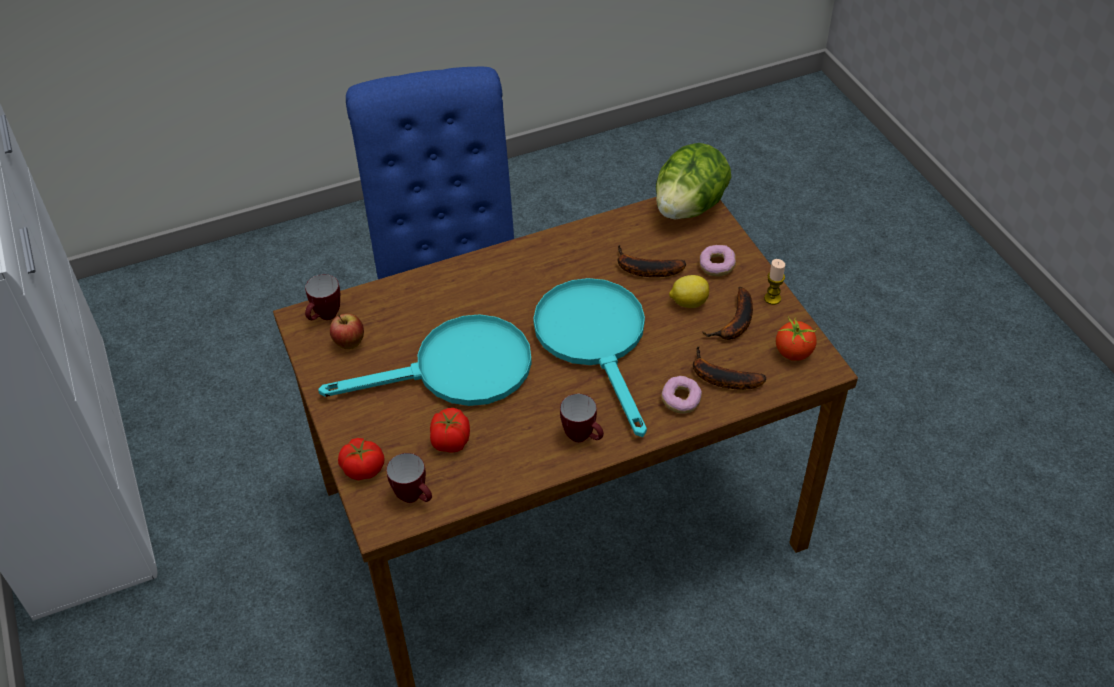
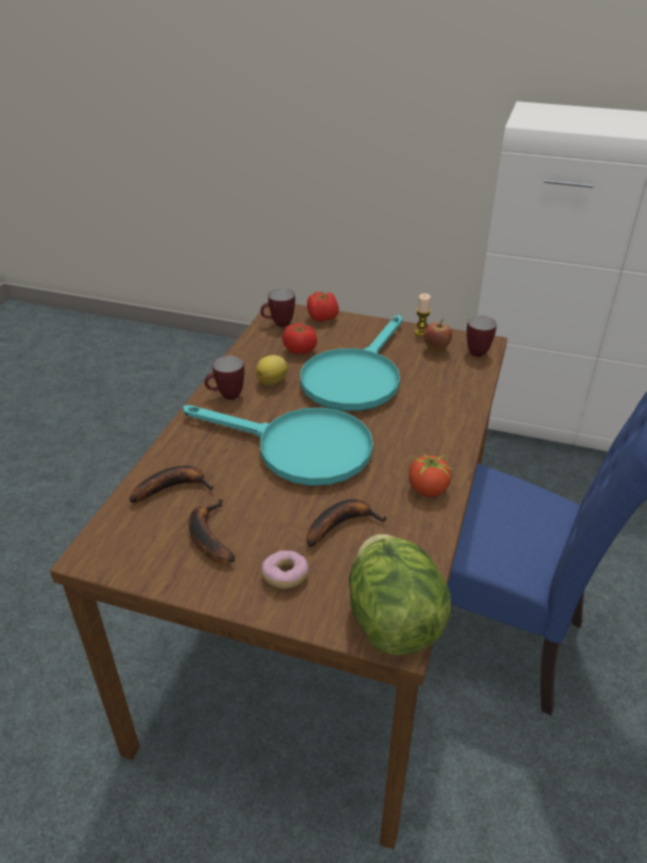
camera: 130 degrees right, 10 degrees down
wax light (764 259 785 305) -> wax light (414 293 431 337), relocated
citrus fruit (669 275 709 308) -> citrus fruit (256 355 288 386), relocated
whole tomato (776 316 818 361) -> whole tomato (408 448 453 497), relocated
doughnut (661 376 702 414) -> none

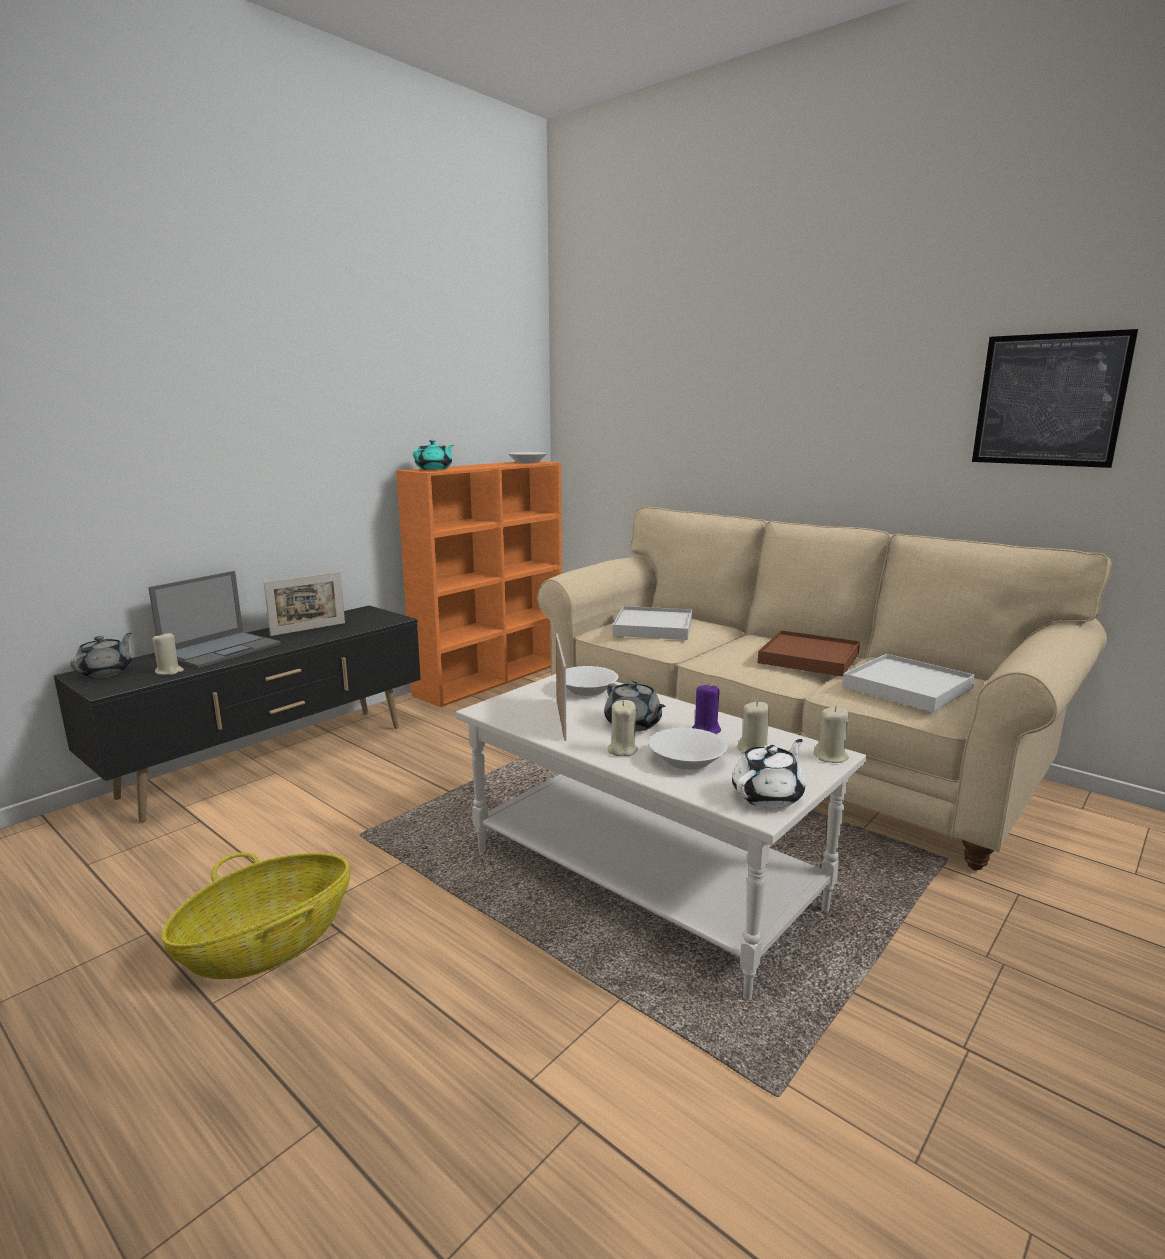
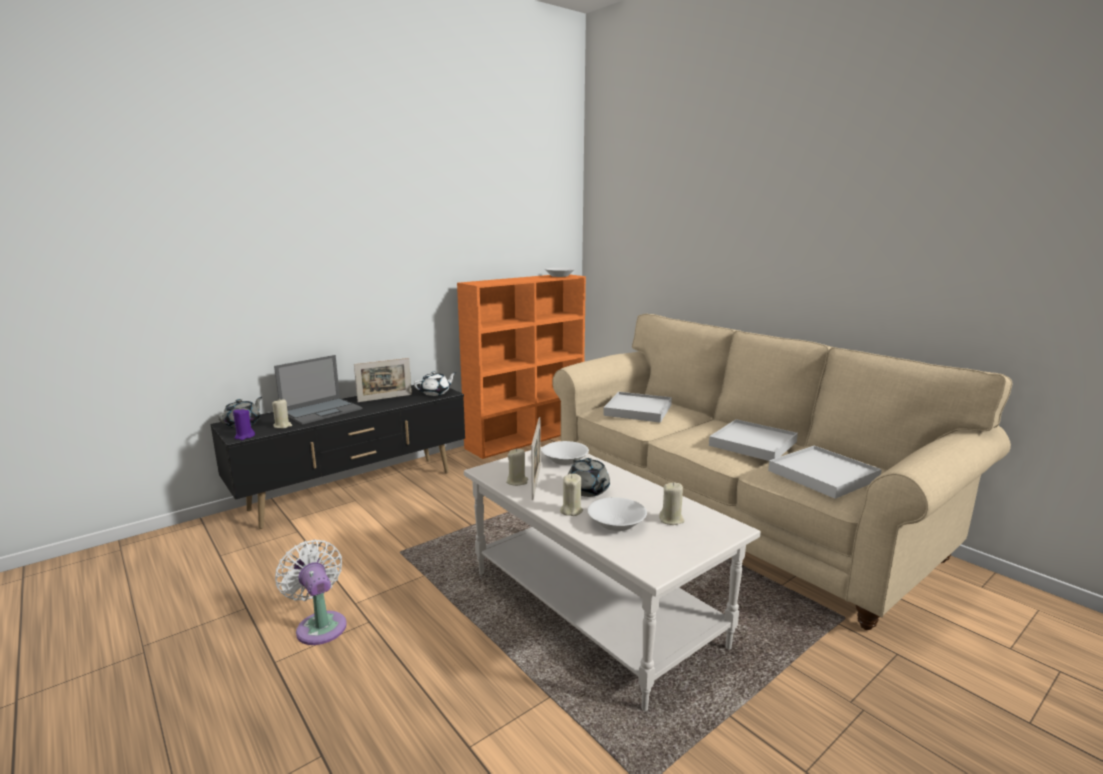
camera: 10 degrees right, 0 degrees up
wall art (972 329 1138 468) -> none
pot for tea/blue-green (413 440 454 470) -> none
carrying tray/brown (758 630 860 677) -> carrying tray/white (709 419 798 461)
wax light/purplish (692 683 721 735) -> wax light/purplish (233 408 255 440), relocated
wax light/sand-coloured (814 706 849 763) -> wax light/sand-coloured (506 448 528 486), relocated
pot for tea/white (732 739 805 809) -> pot for tea/white (414 371 456 396), relocated
household basket (161 852 350 979) -> cooling fan/white (275 539 347 645)

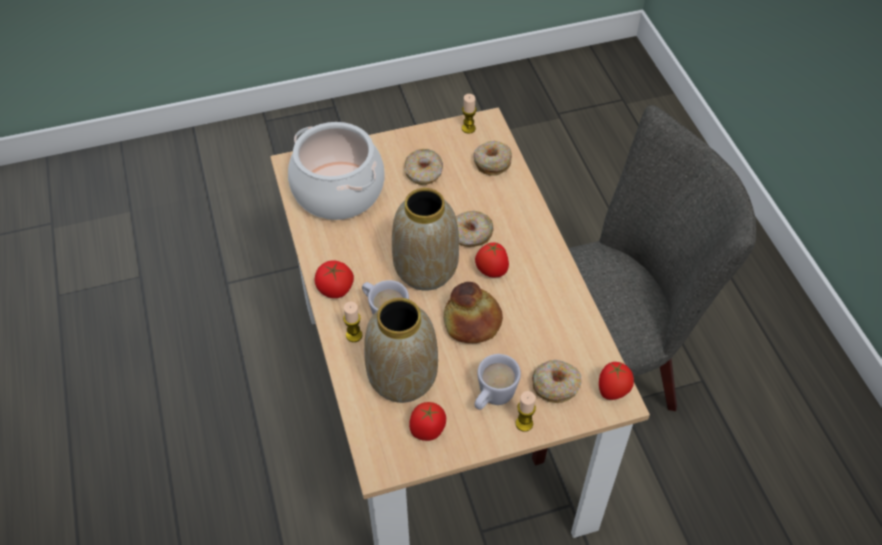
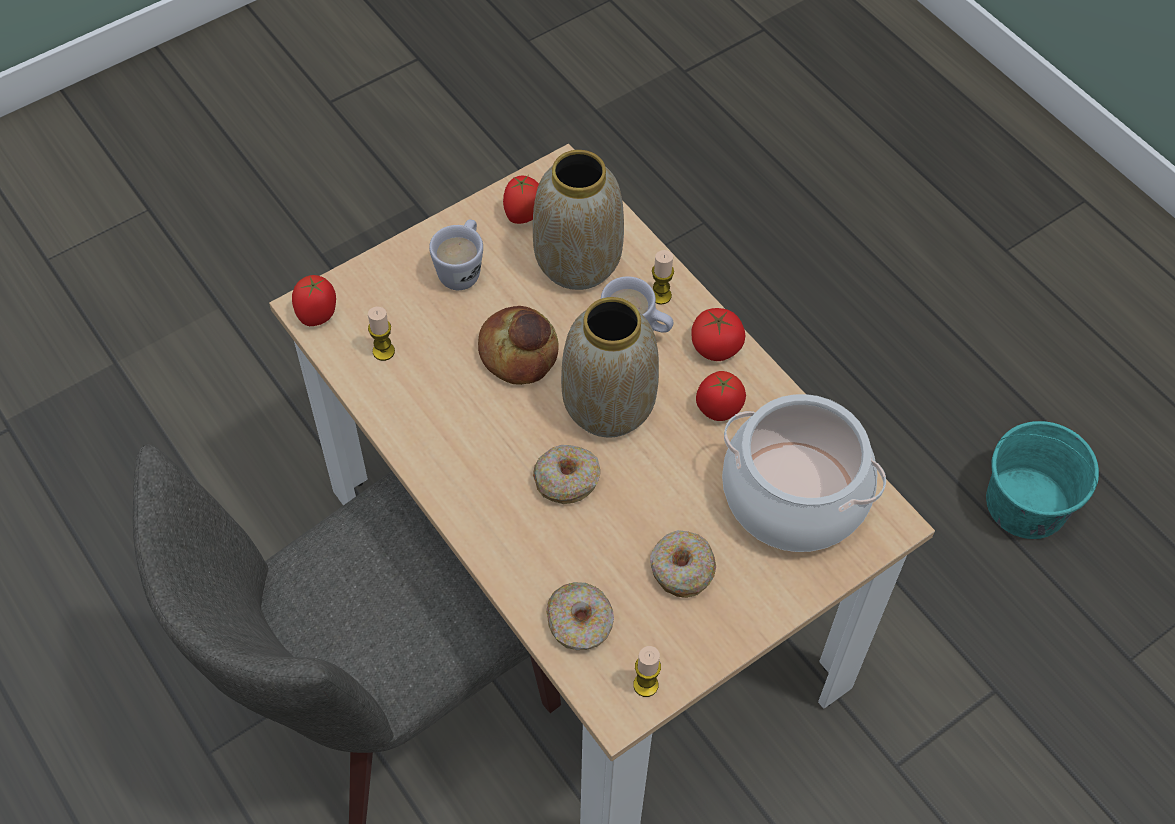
camera: 160 degrees right, 5 degrees up
whole tomato (475 242 509 278) -> whole tomato (696 371 746 421), relocated
doughnut (532 360 582 403) -> none
wax light (516 391 536 432) -> wax light (368 307 395 361), relocated
none -> water bucket/blue-green (986 421 1099 539)

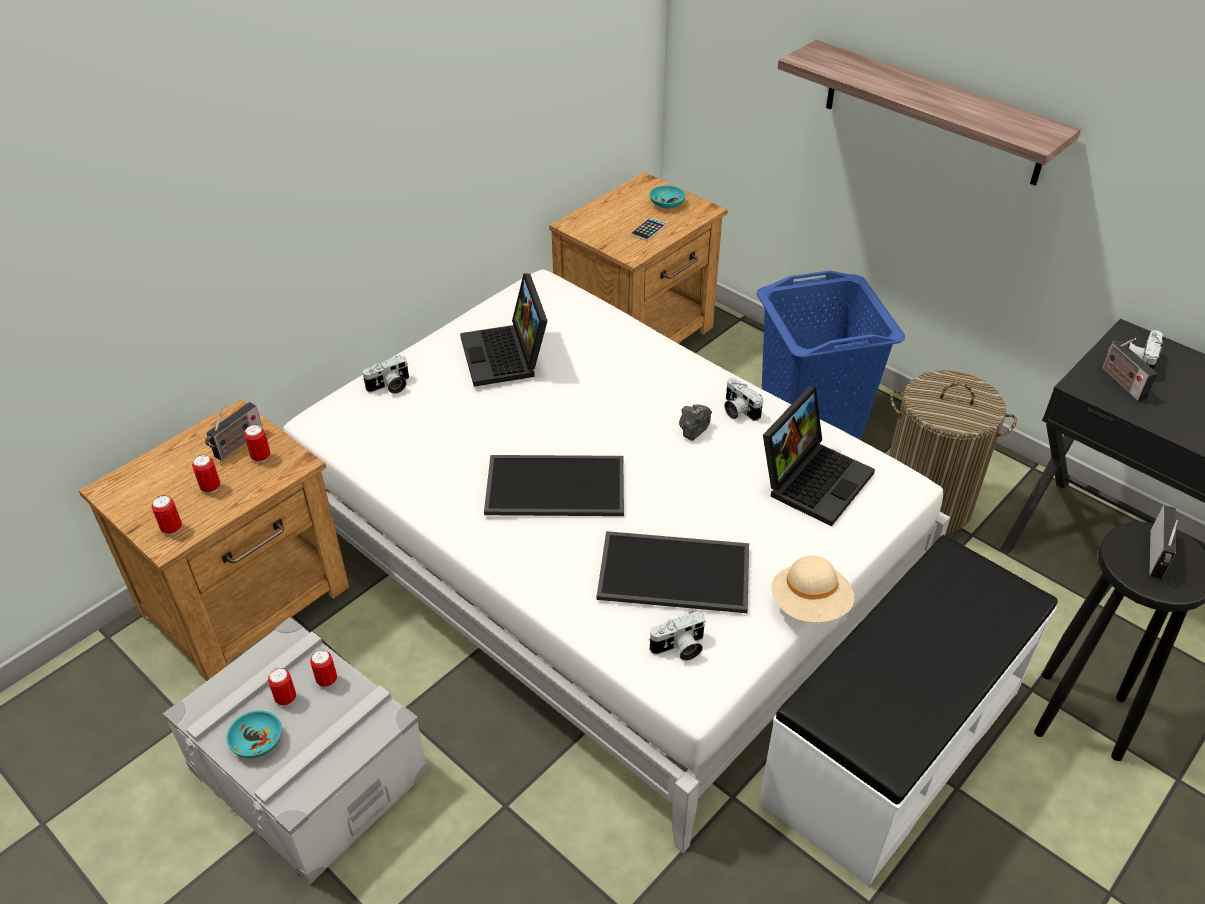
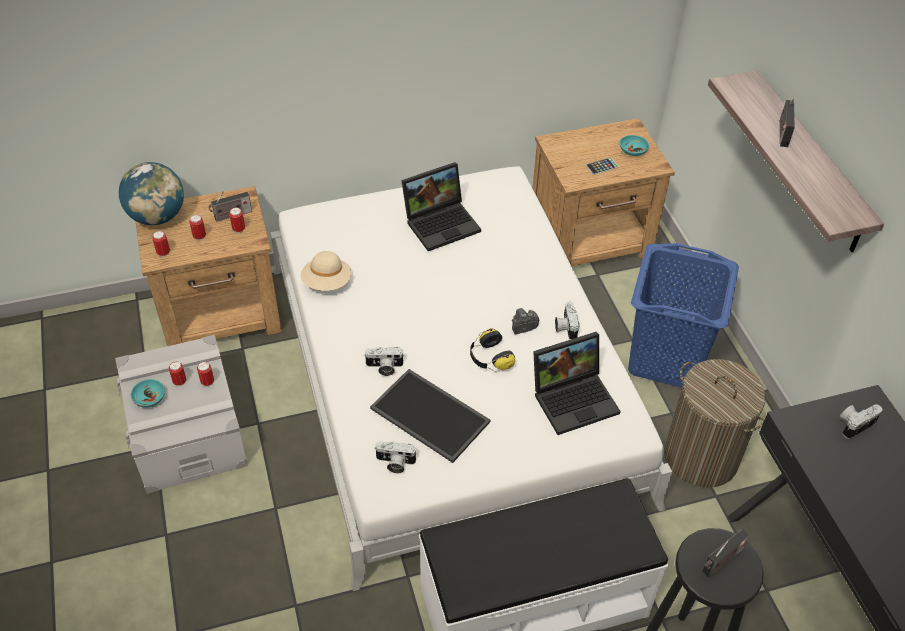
camera: 30 degrees right, 5 degrees up
laptop (460 273 547 387) -> laptop (401 162 481 251), 135 degrees counterclockwise
radio (1102 338 1158 401) -> radio (780 98 795 147), relocated
photo camera (362 355 409 394) -> photo camera (365 347 404 376), relocated
carrying tray (484 455 624 516) -> none
wearable hat/sand-coloured (771 556 854 623) -> wearable hat/sand-coloured (301 251 351 291), relocated
none -> world globe (119 162 184 225)
none -> headphones (470 328 515 372)

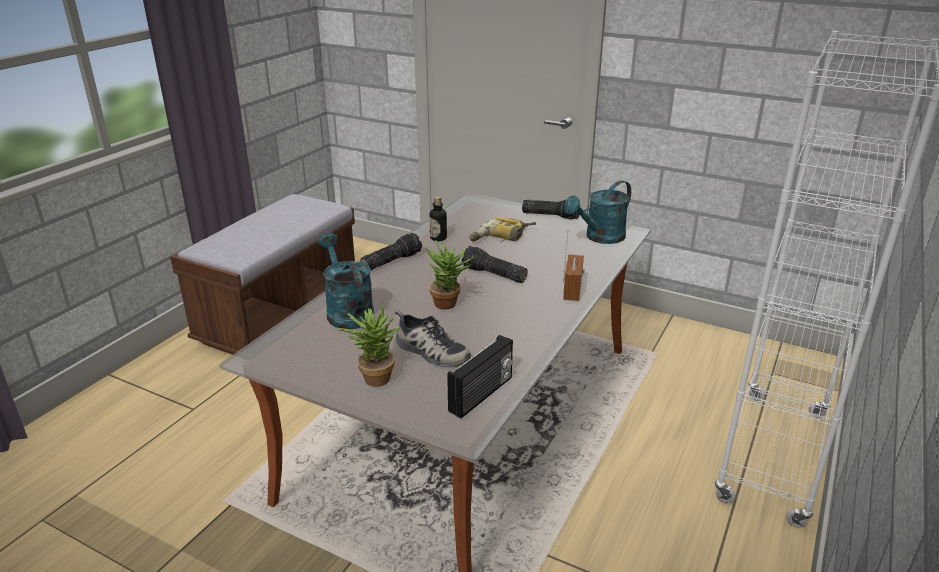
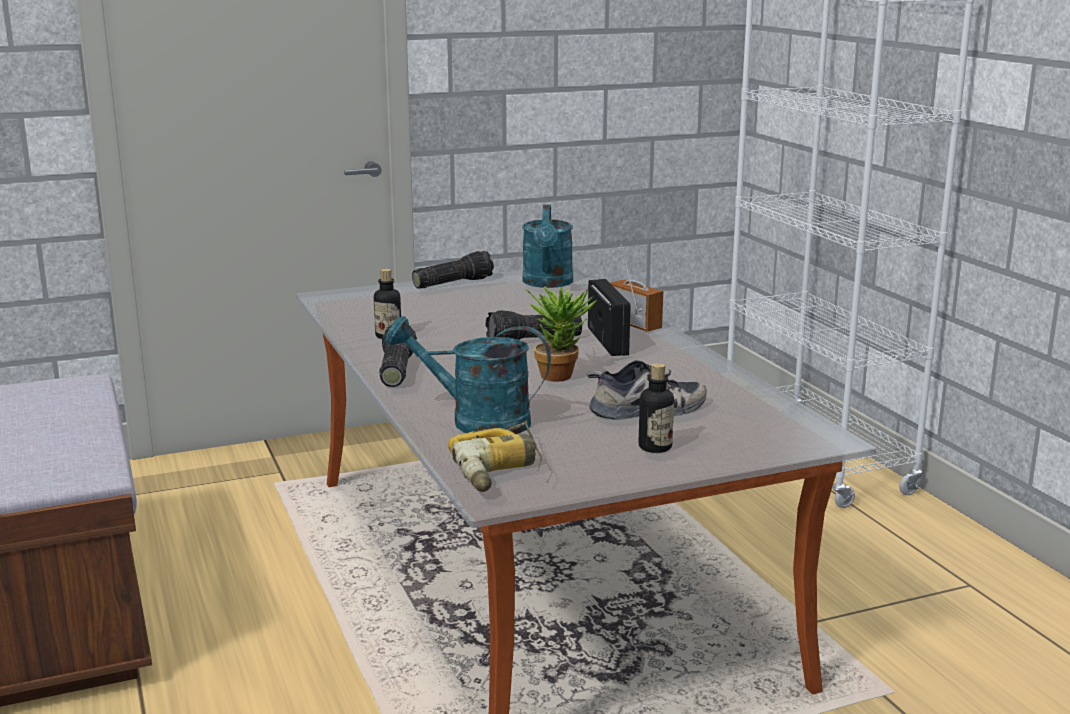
camera: 50 degrees left, 10 degrees down
electric drill (470 217 536 242) -> electric drill (448 421 542 492), relocated
plant in a pot (337 303 400 387) -> beverage bottle (639 363 674 453)
radio (447 335 513 418) -> radio (588 279 630 356), relocated

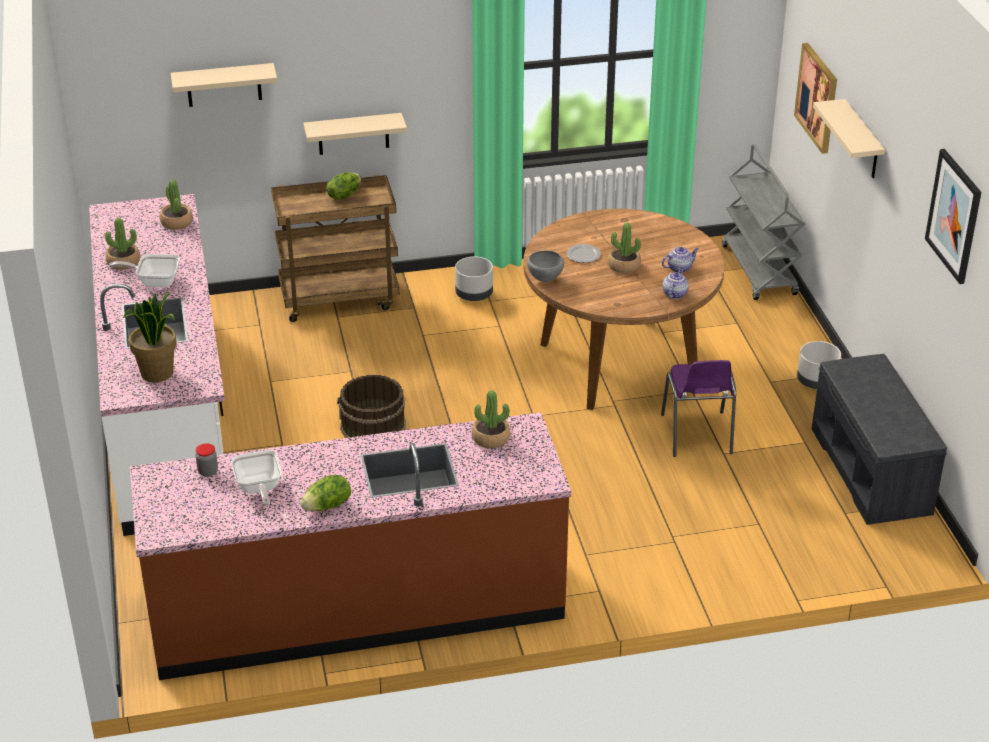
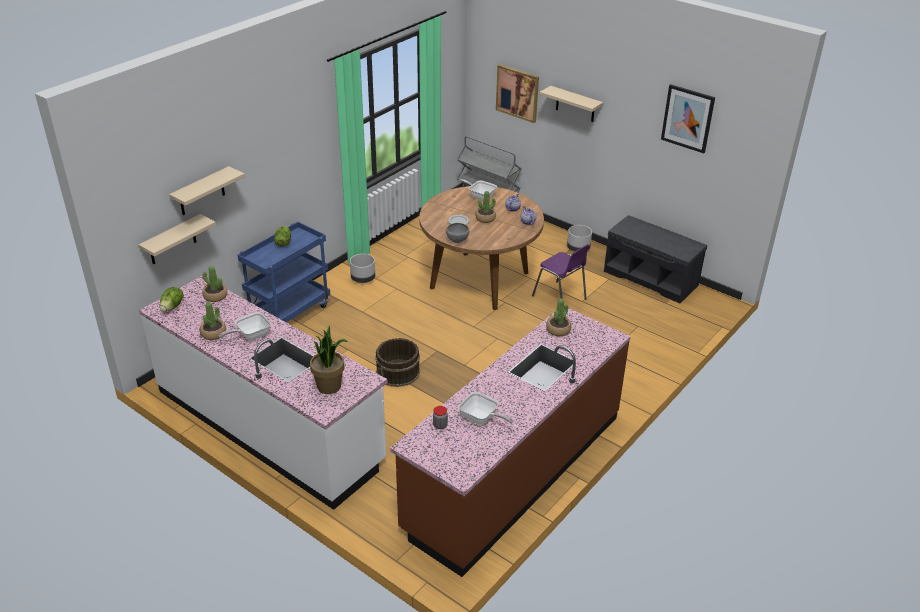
camera: 40 degrees left, 0 degrees up
bracket shelf/sand-coloured (303 113 407 155) -> bracket shelf/sand-coloured (139 214 216 265), relocated
wheeled cart/brown (271 175 399 322) -> wheeled cart/bluish (237 222 330 322)
lettuce (300 475 351 511) -> lettuce (160 287 184 312), relocated
none -> pan (458 179 497 201)

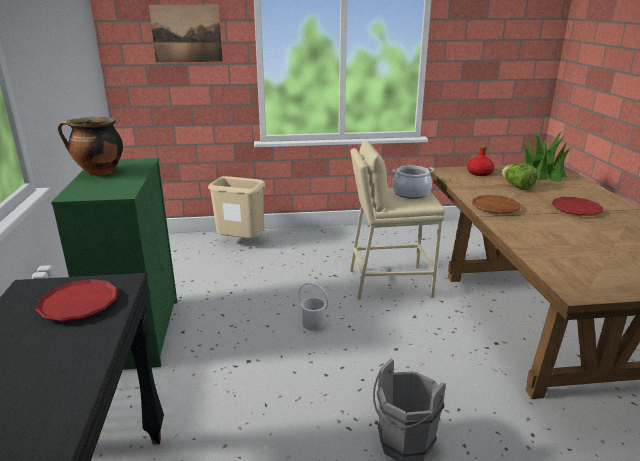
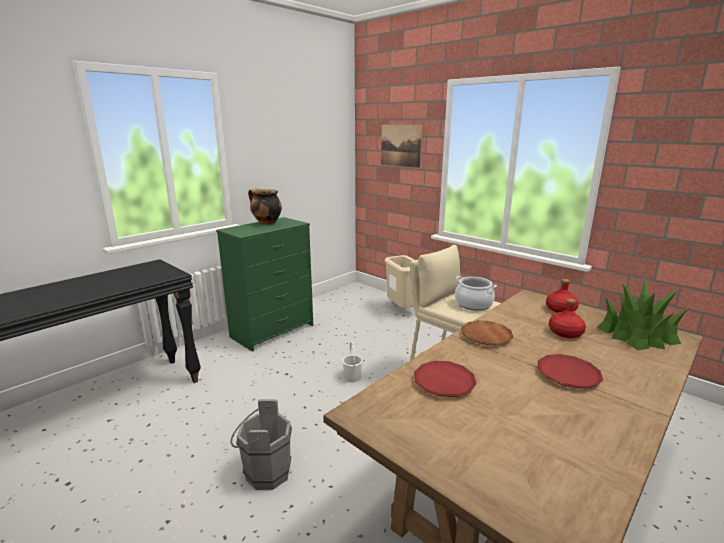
camera: 50 degrees right, 5 degrees down
lettuce (502 163 538 190) -> beverage bottle/red (549 298 586 338)
flat dish/red (36 279 117 322) -> flat dish/red (414 361 477 397), relocated

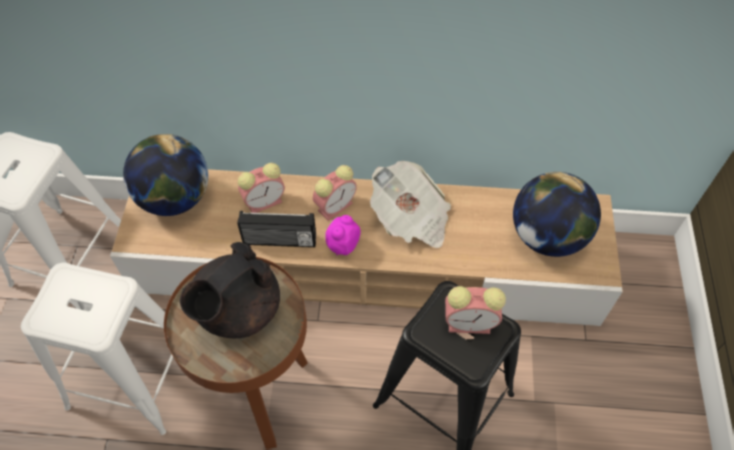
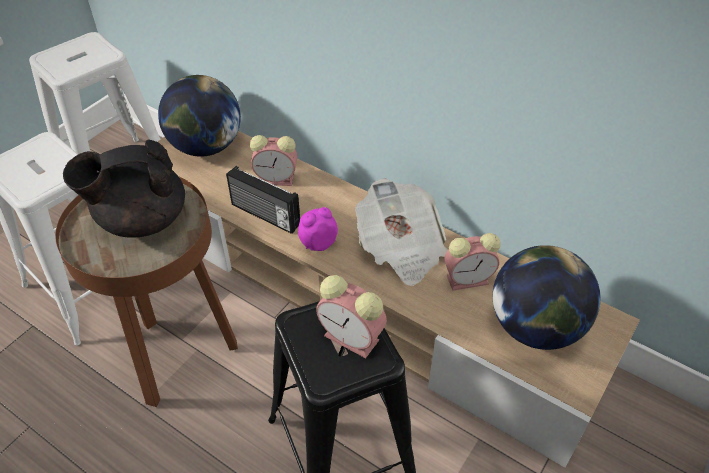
camera: 30 degrees right, 10 degrees down
bedside clock (313 165 357 221) -> bedside clock (444 233 501 291), relocated

